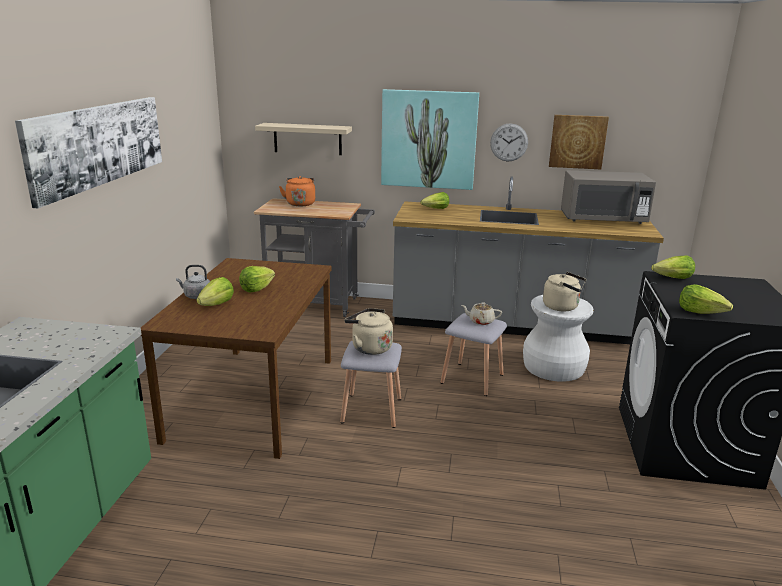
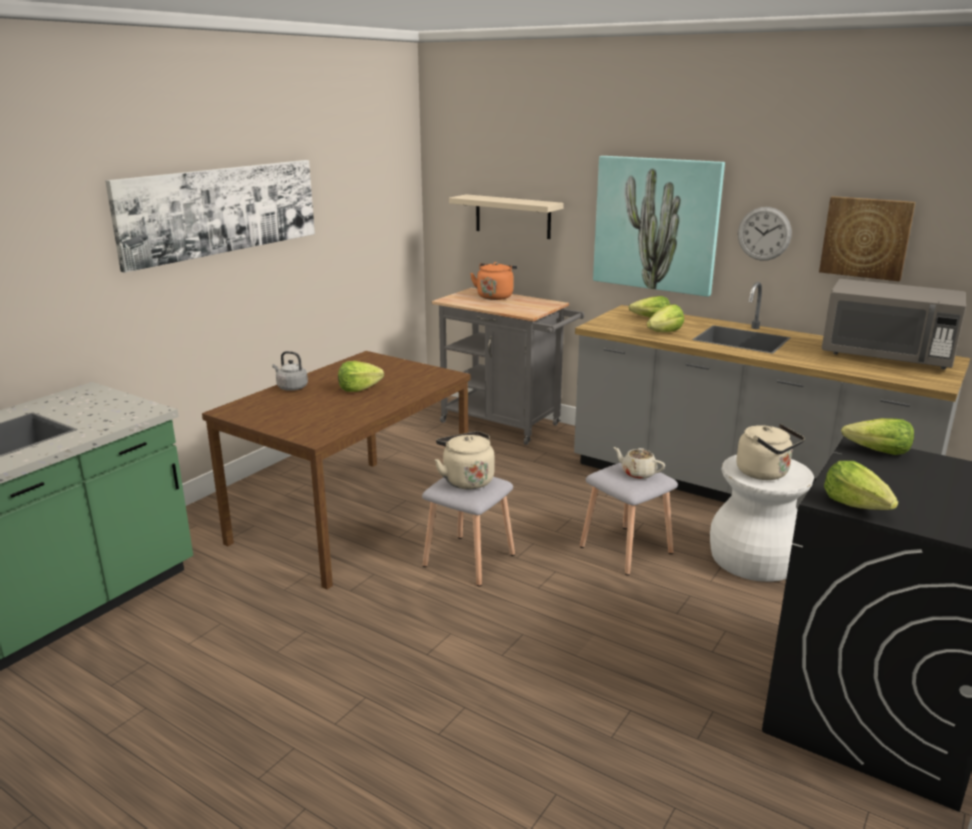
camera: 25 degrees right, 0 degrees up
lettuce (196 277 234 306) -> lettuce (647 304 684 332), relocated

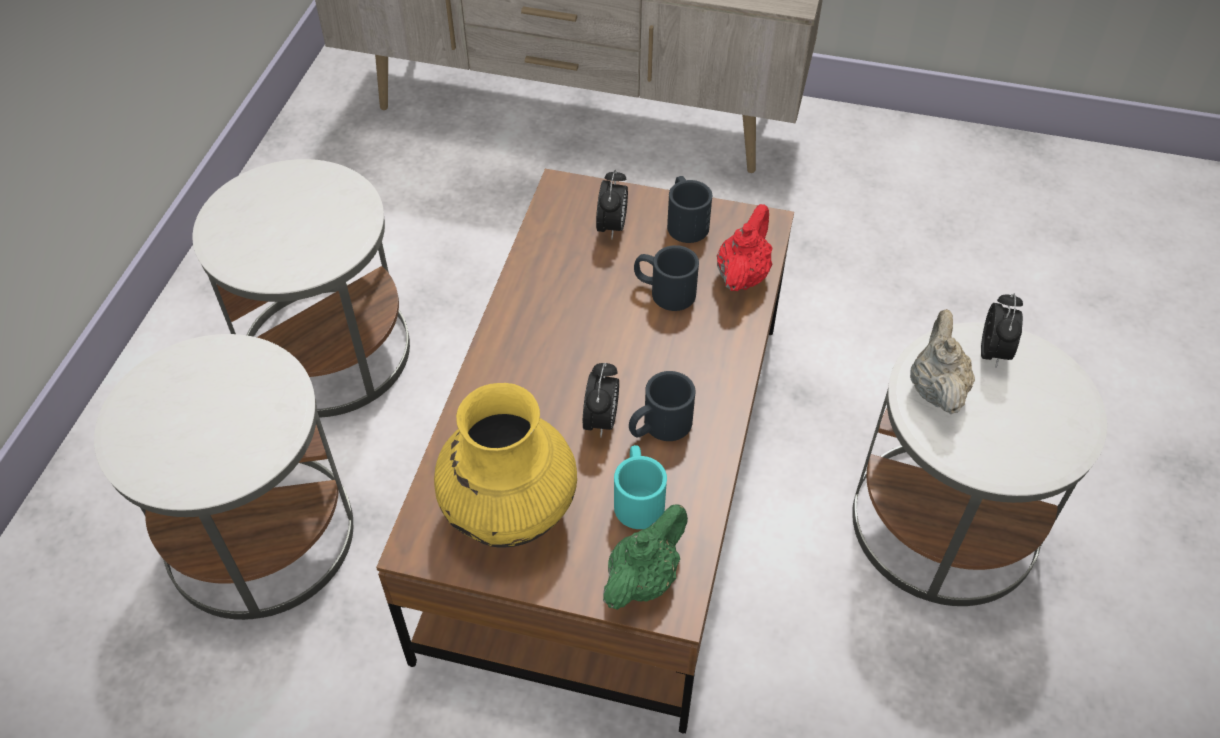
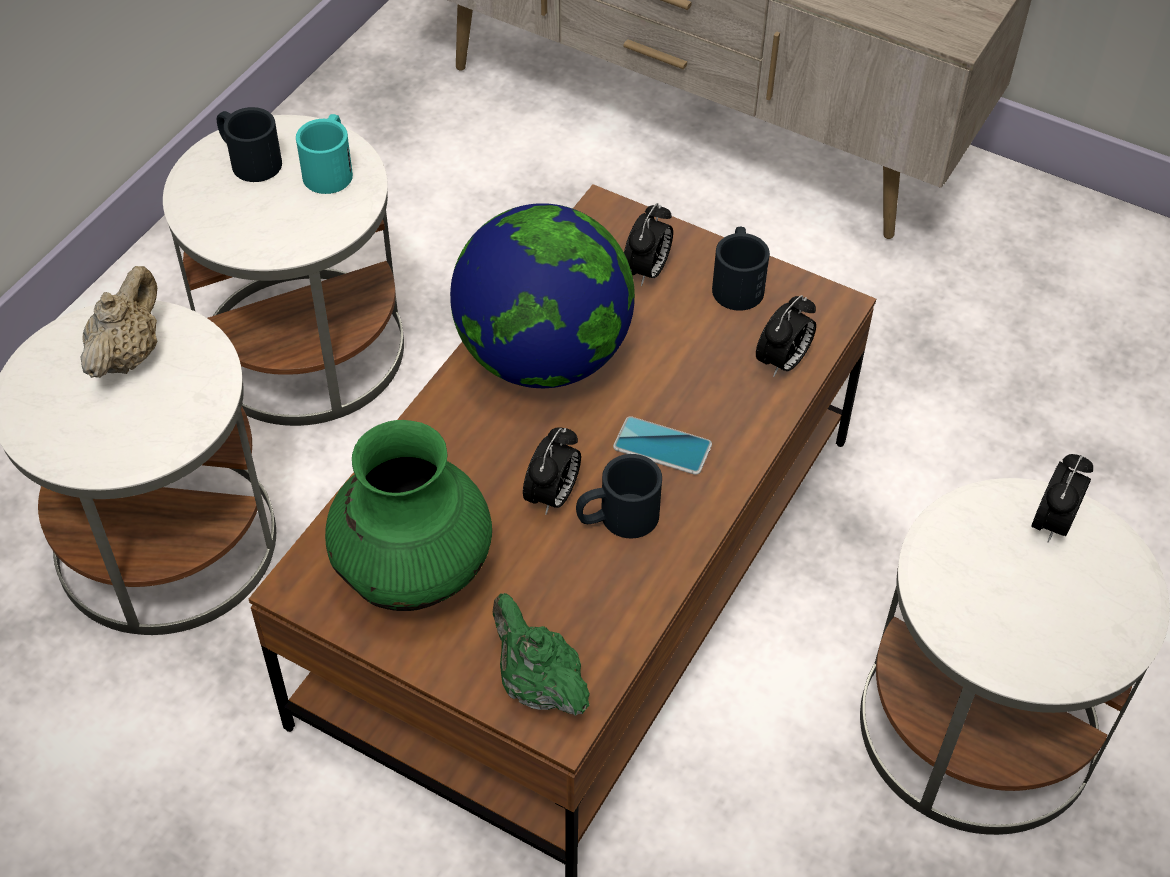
camera: 15 degrees right, 0 degrees up
pot for tea/red (717 204 773 291) -> bedside clock (756 295 816 377)
mug/blackish (634 245 699 311) -> mug/blackish (217 107 282 182), relocated
pot for tea/sand-coloured (910 309 975 414) -> pot for tea/sand-coloured (81 266 157 378), relocated
vase/yellow-coloured (434 383 577 547) -> vase/greenish (325 420 492 611)
mug/blue-green (614 445 667 529) -> mug/blue-green (296 114 353 194), relocated
pot for tea/greenish (603 504 688 610) -> pot for tea/greenish (493 593 590 716), 90 degrees counterclockwise
none -> world globe (450 203 635 388)
none -> telephone (613 416 712 475)

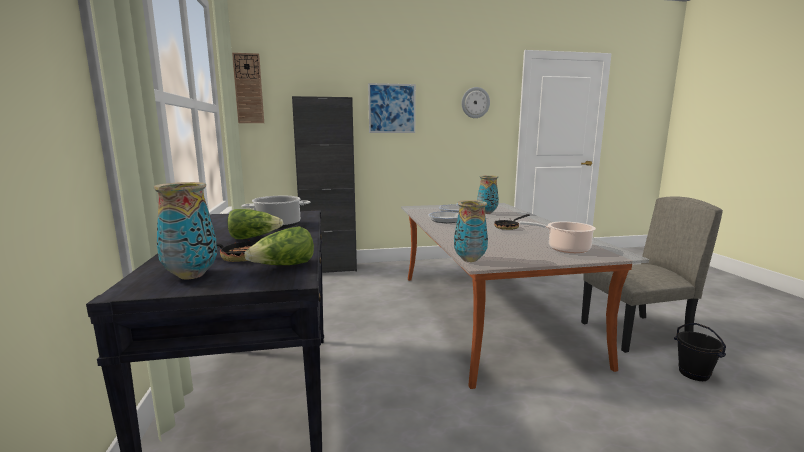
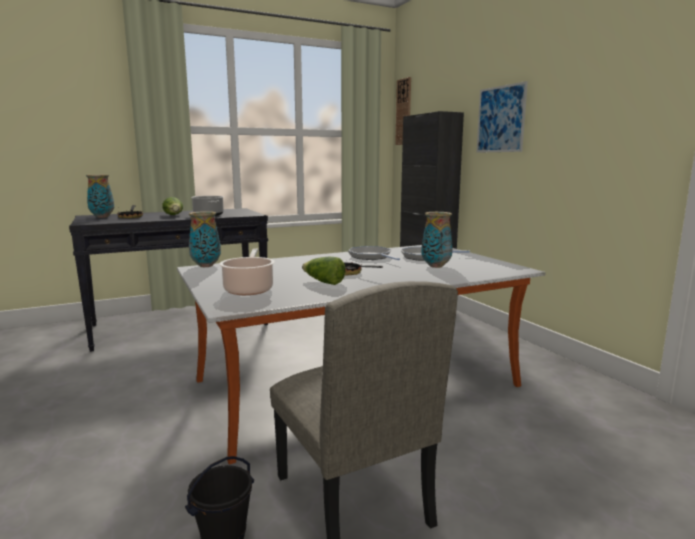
camera: 75 degrees right, 0 degrees up
hanging clock (462 87 490 118) -> none
lettuce (244 226 314 265) -> lettuce (302 257 346 285), relocated

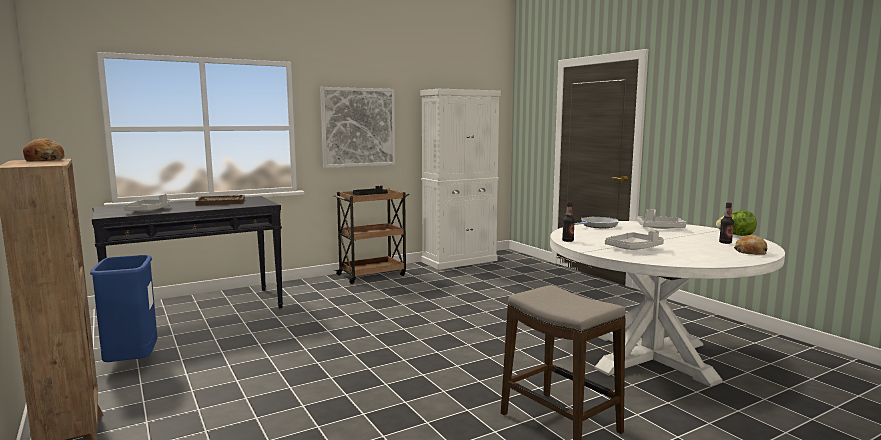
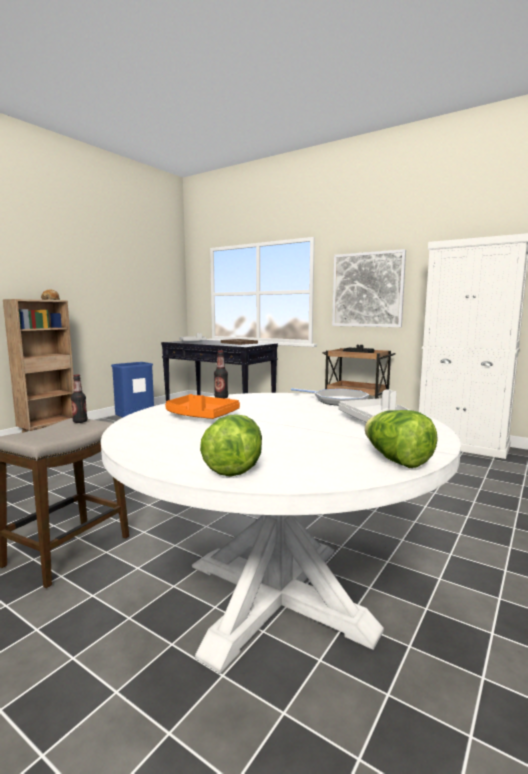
camera: 65 degrees right, 0 degrees up
beverage bottle (719 202 734 244) -> beverage bottle (71 374 87 423), relocated
carrying tray/grey (605 230 664 250) -> carrying tray/orangey (165 394 240 419)
baked bread (734 235 767 255) -> lettuce (200 414 262 477)

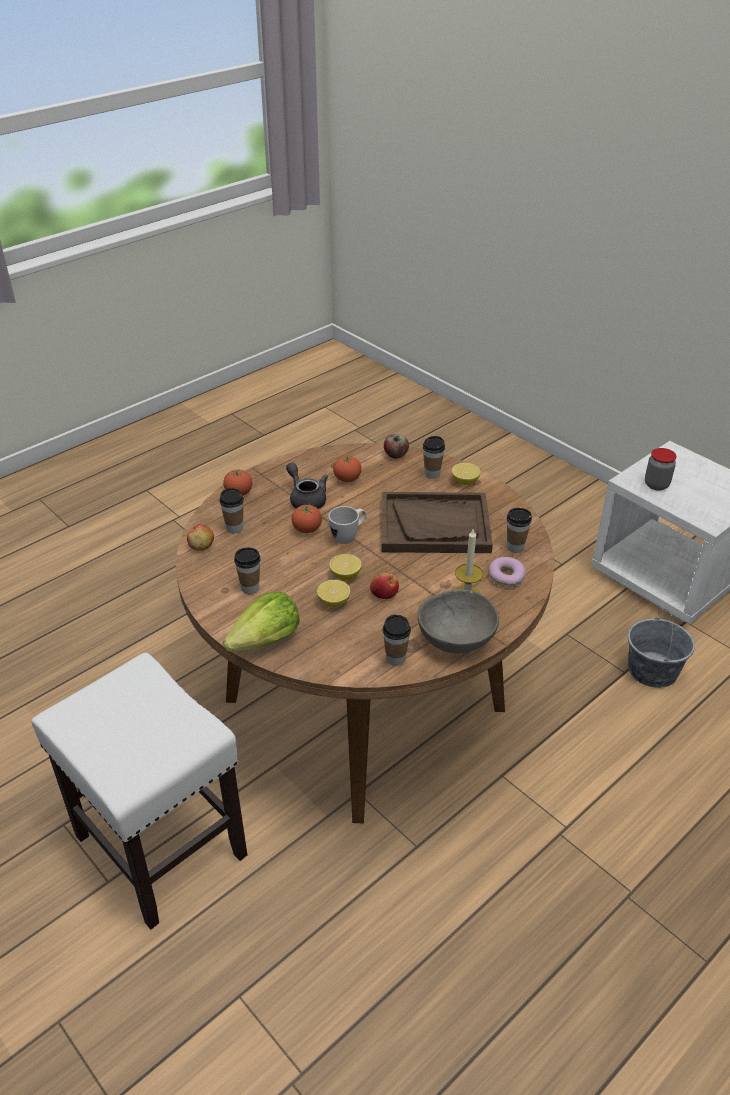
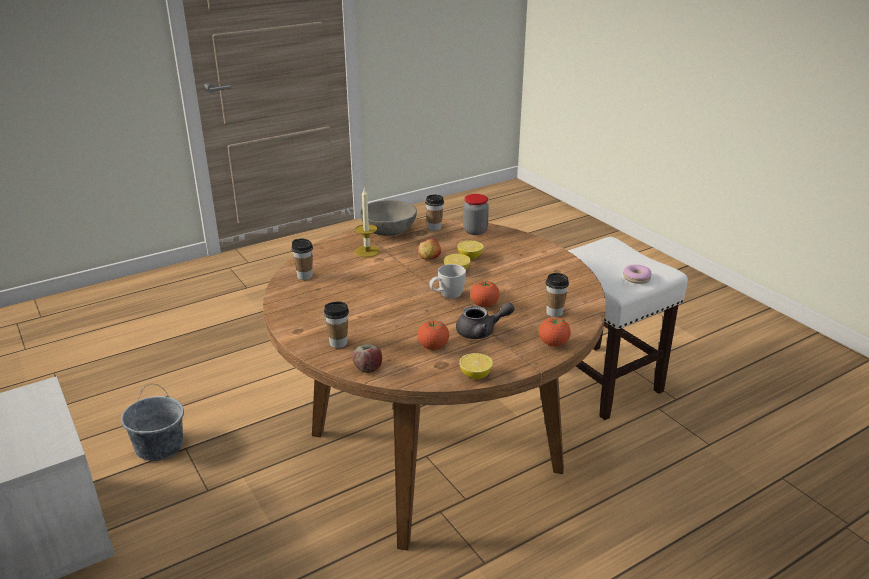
camera: 170 degrees left, 10 degrees down
jar (645 448 677 491) -> jar (463 194 489 235), relocated
pot for tea/grey (286 463 328 509) -> pot for tea/grey (456 302 515 339), 75 degrees counterclockwise
citrus fruit (452 463 481 485) -> citrus fruit (459 353 493 380), relocated
carrying tray/brown (382 492 493 553) -> none
whole apple (187 524 214 551) -> none
small cup (234 548 260 594) -> none
doughnut (489 557 526 587) -> doughnut (623 265 652 284), relocated
lettuce (223 592 300 652) -> none

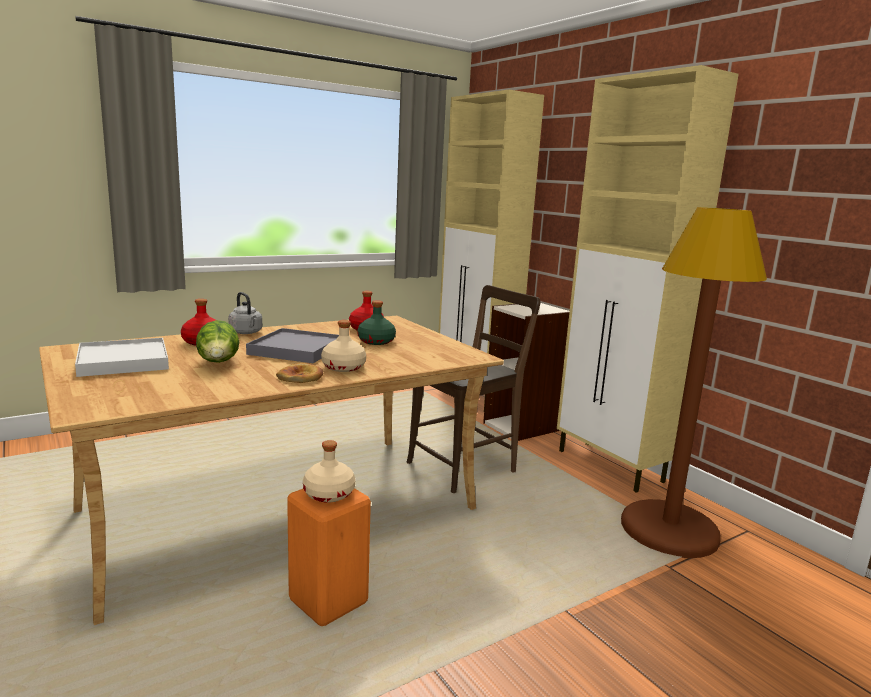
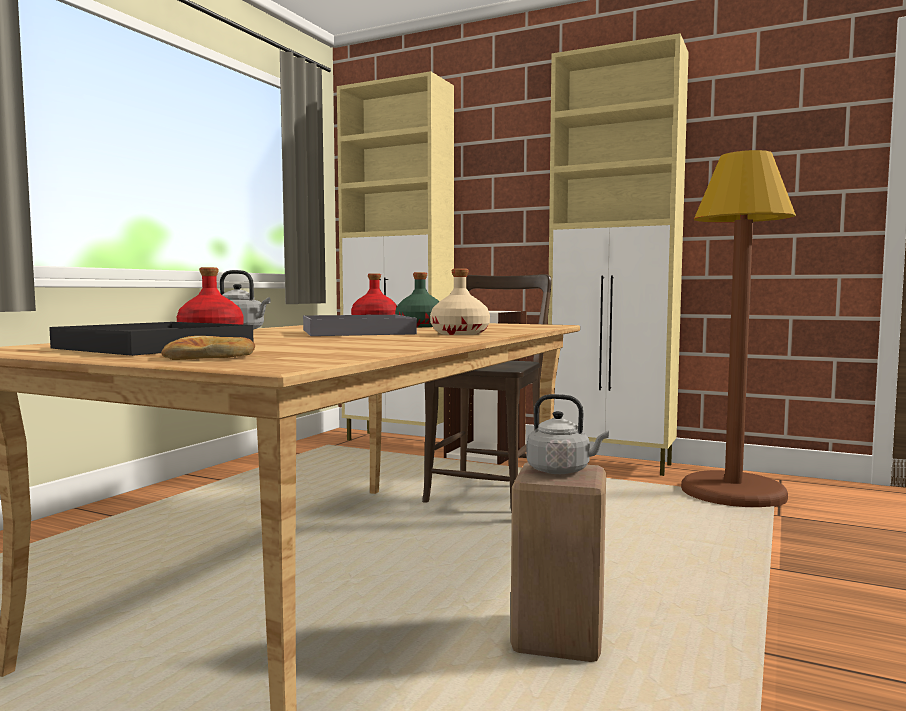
camera: 30 degrees left, 10 degrees down
lettuce (196 320 239 363) -> none
carrying tray/white (75 338 169 377) -> carrying tray/blackish (49 322 253 356)
baked bread (276 363 323 383) -> baked bread (161 336 255 360), relocated
beverage bottle/sand-coloured (303 440 355 503) -> kettle/grey (526 394 609 474)
stool seat/orangey (287 488 371 626) -> stool seat/sand-coloured (511 462 606 662)

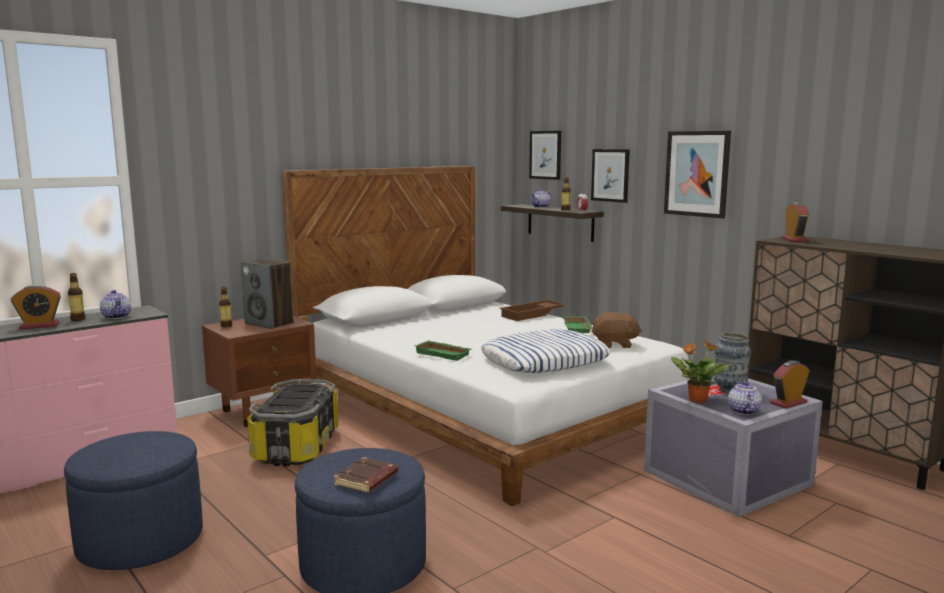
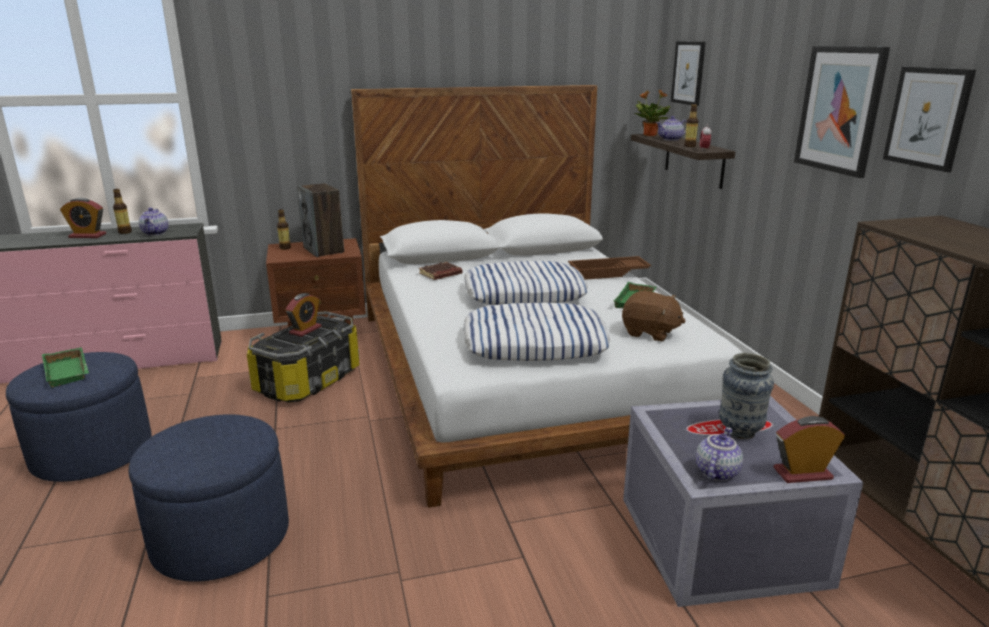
camera: 25 degrees right, 10 degrees up
wall art (591 149 630 203) -> wall art (883 67 976 172), relocated
bedside clock (781 202 809 242) -> bedside clock (285 293 321 337), relocated
carrying tray/greenish (413 340 472 361) -> carrying tray/greenish (42 347 89 388), relocated
plant in a pot (671 341 729 403) -> plant in a pot (634 90 671 136), relocated
volume/brown (334 457 398 493) -> volume/brown (419 262 462 280), relocated
none -> cushion (464 261 588 305)

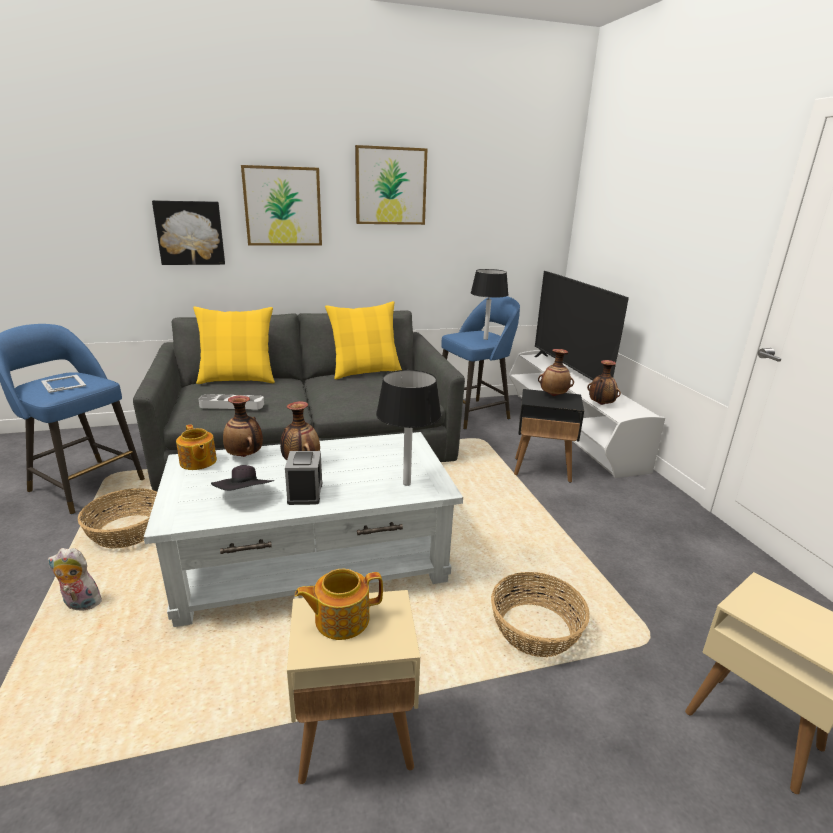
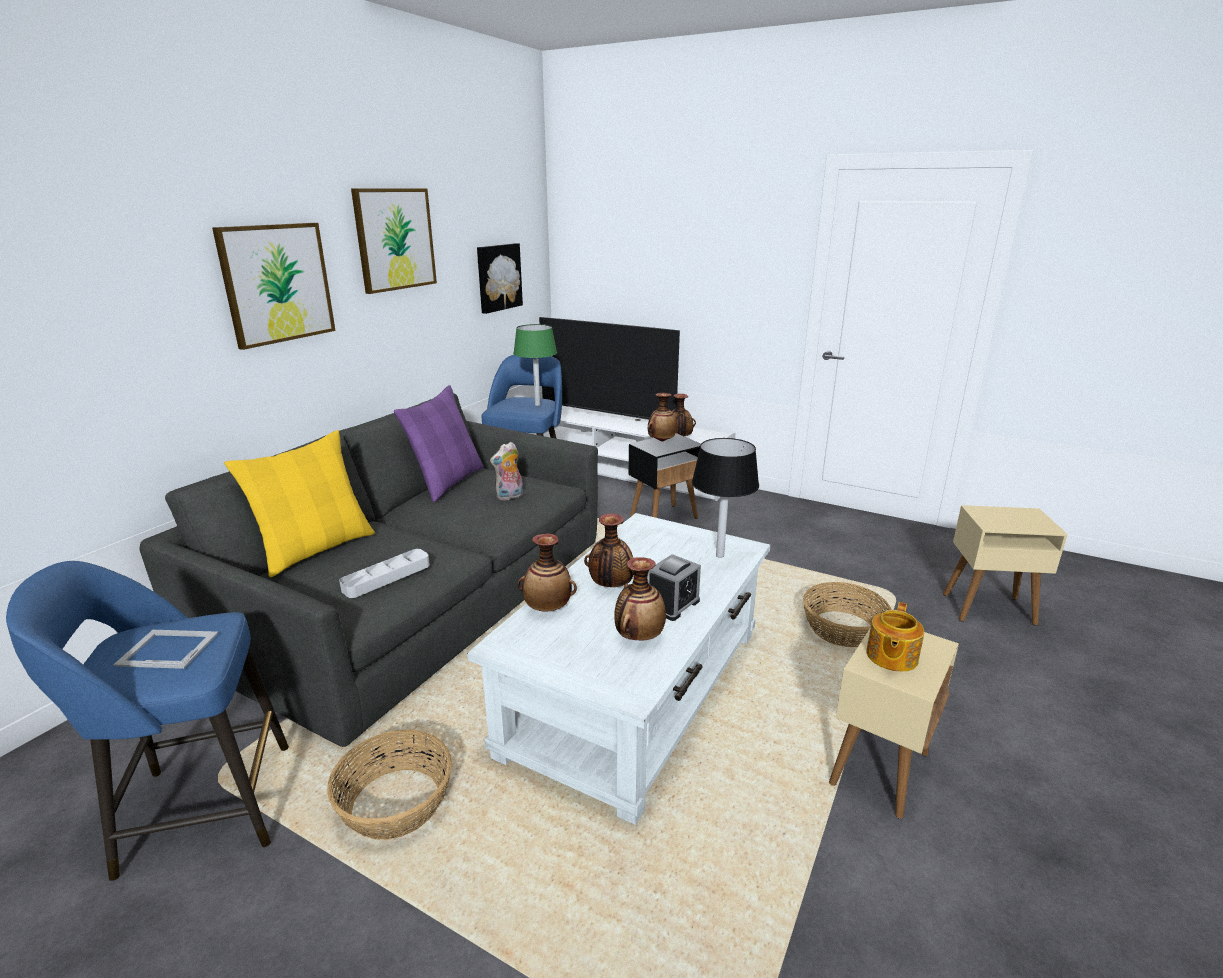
camera: 45 degrees left, 0 degrees up
wall art (152 200 225 265) -> wall art (477 243 523 314), relocated
lamp for a table/blackish (471 269 509 340) -> lamp for a table/greenish (513 324 557 406)
cushion/yellow-coloured (325 301 402 379) -> cushion/purplish (394 385 484 502)
pot for tea (176 424 217 470) -> none
bedside clock (285 451 322 505) -> bedside clock (648 554 701 621), 90 degrees clockwise
wearable hat/blackish (211 465 274 491) -> vase (614 557 666 640)
soft toy (48 548 102 611) -> soft toy (490 442 523 500), relocated

